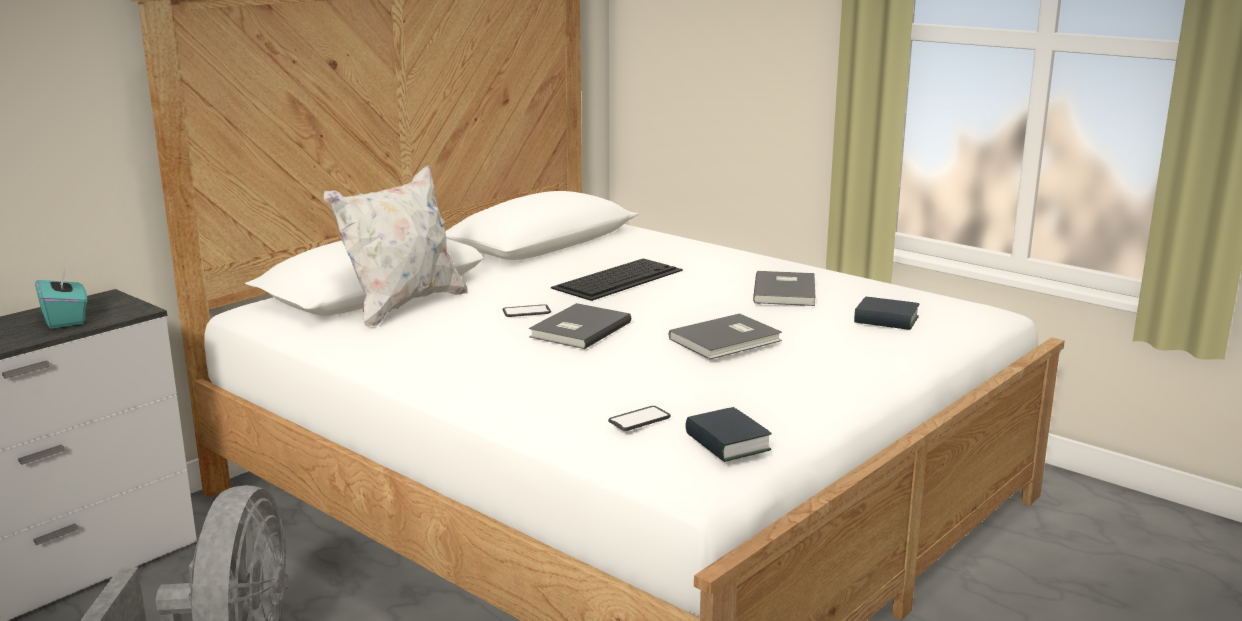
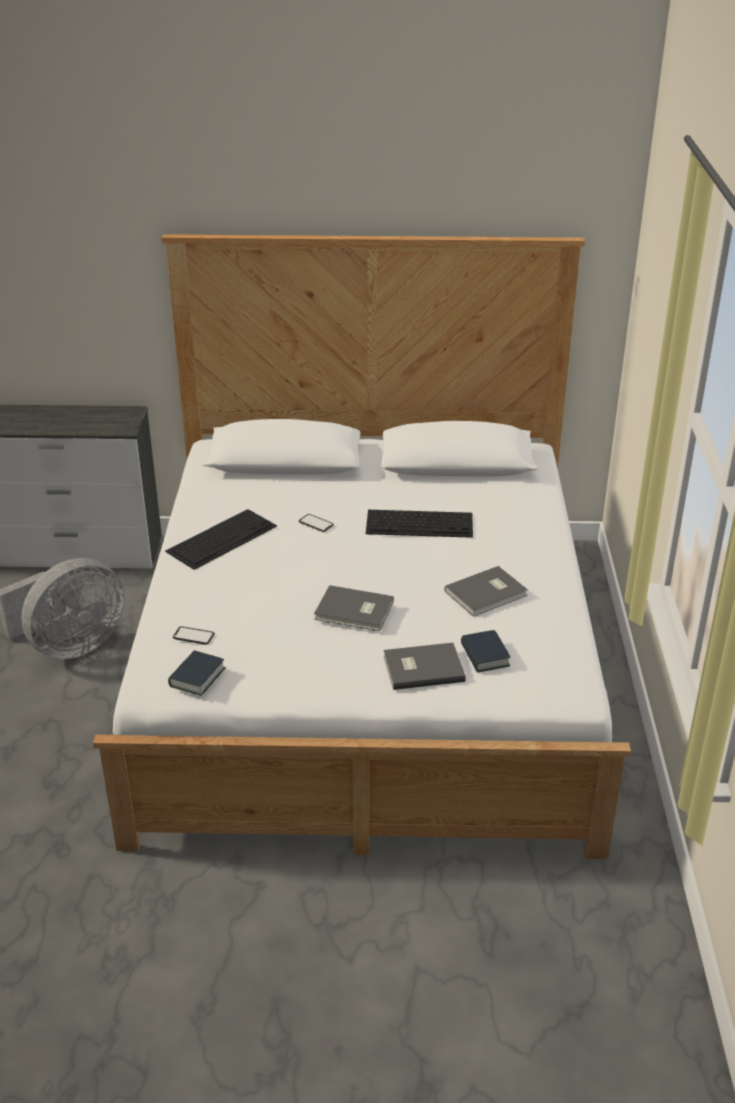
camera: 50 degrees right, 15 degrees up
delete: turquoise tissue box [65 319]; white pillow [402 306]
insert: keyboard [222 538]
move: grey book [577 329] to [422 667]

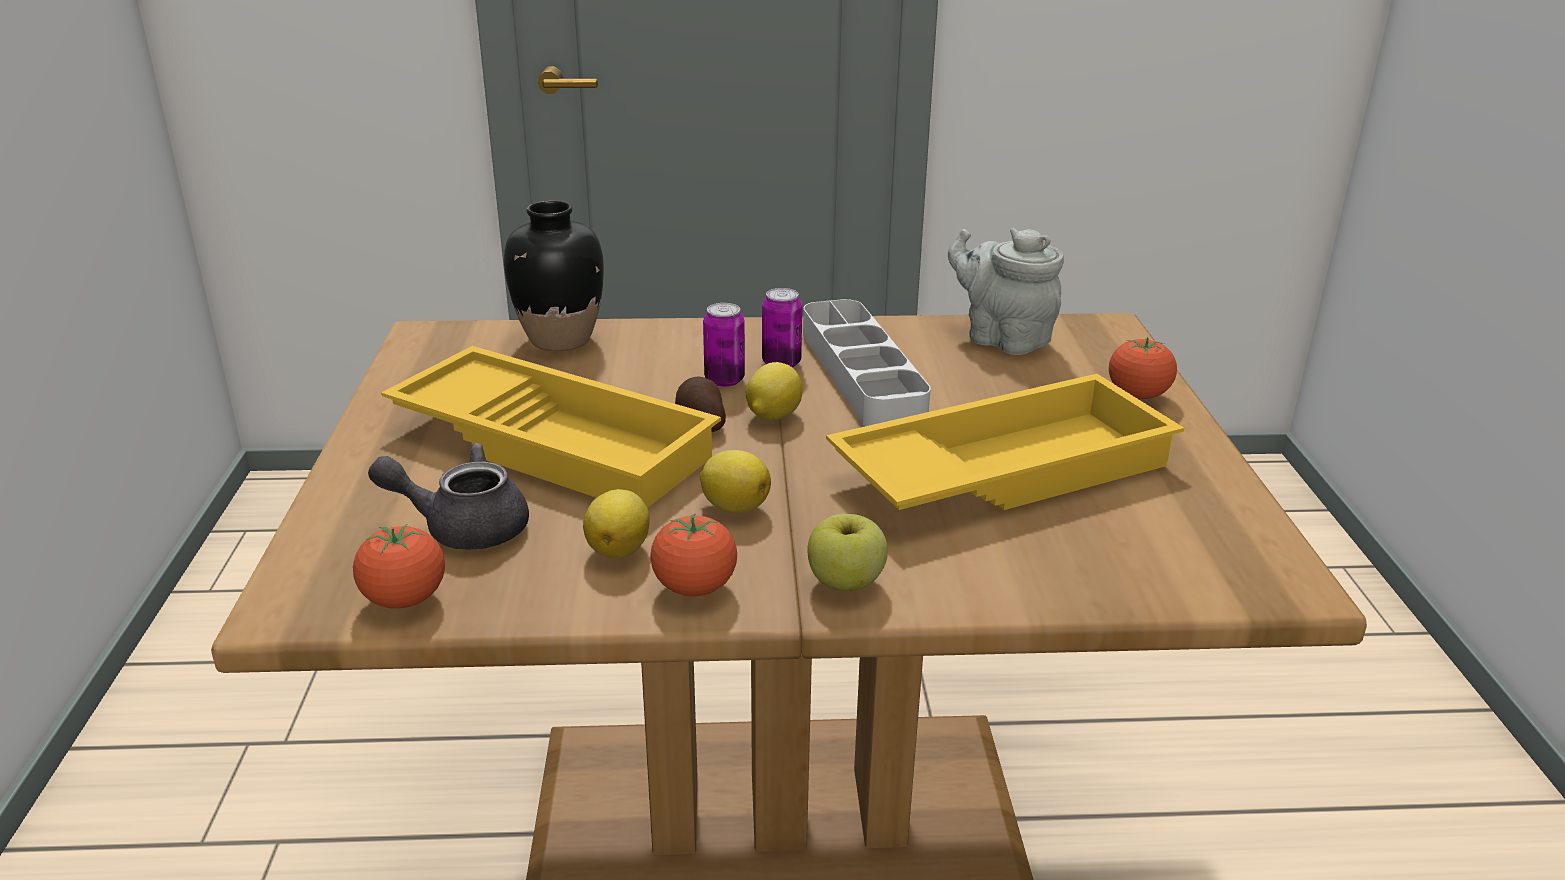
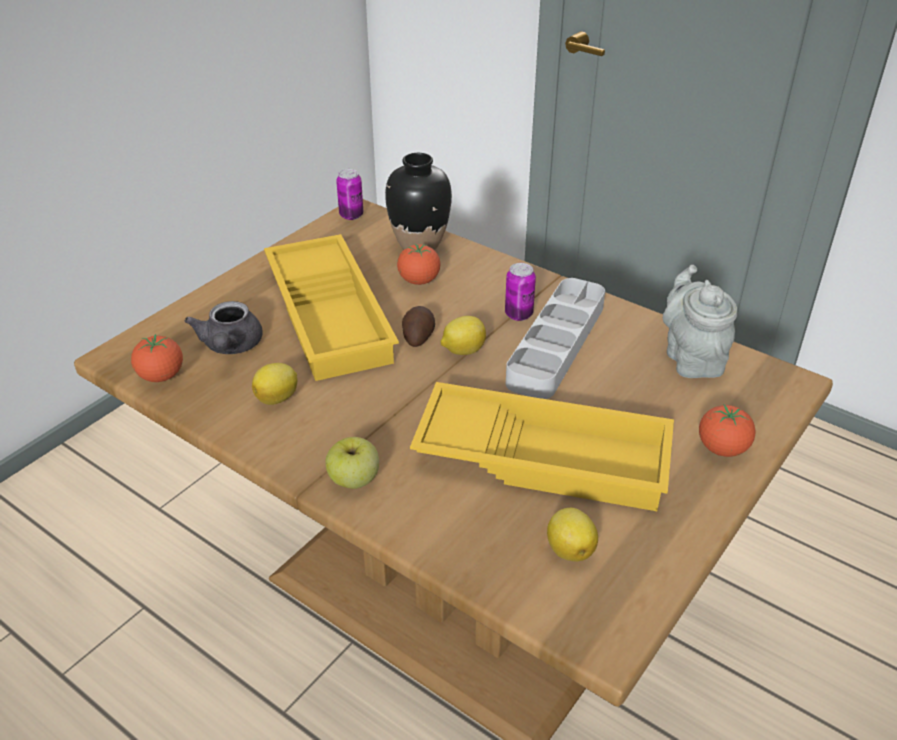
camera: 40 degrees right, 10 degrees up
move: tomato [694 588] to [419 281]; lemon [734 506] to [570 549]; can [724 380] to [351 215]
rotate: grey teapot [463 526] = [230 347] 135 degrees counterclockwise

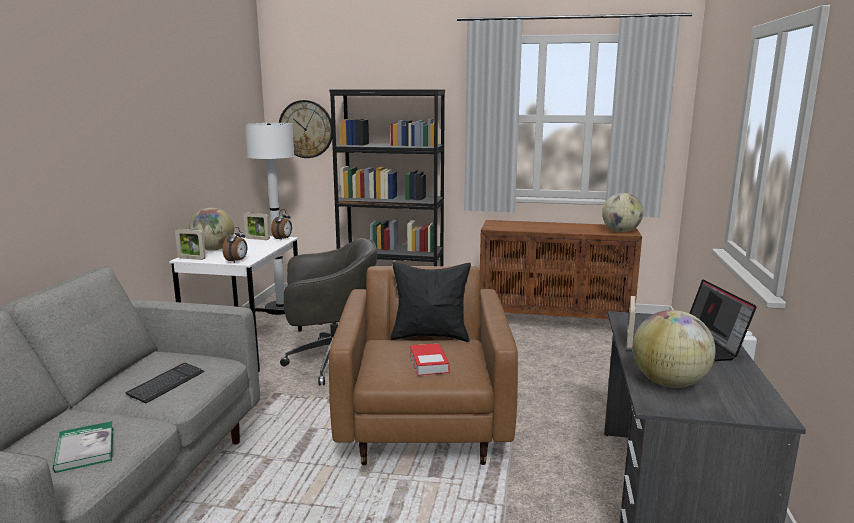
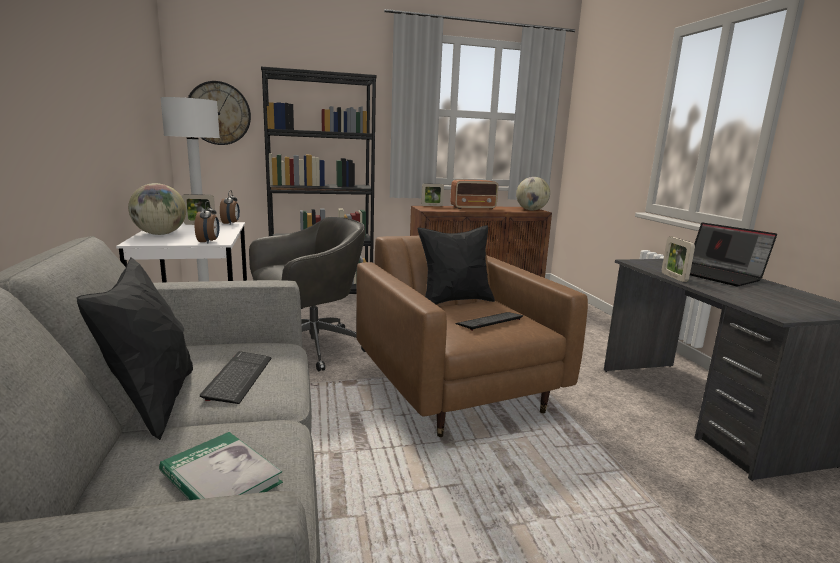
camera: 25 degrees left, 0 degrees up
delete: globe [669 383]
insert: black pillow [152 403]; radio [473 208]
move: picture frame [191 258] to [432 205]
replace: book [429 363] to keyboard [490 322]

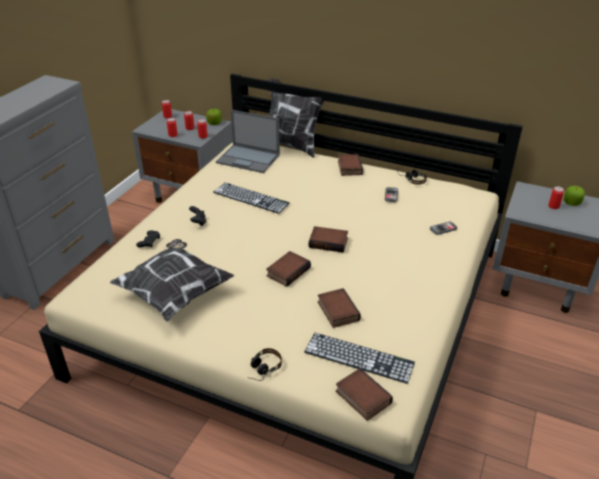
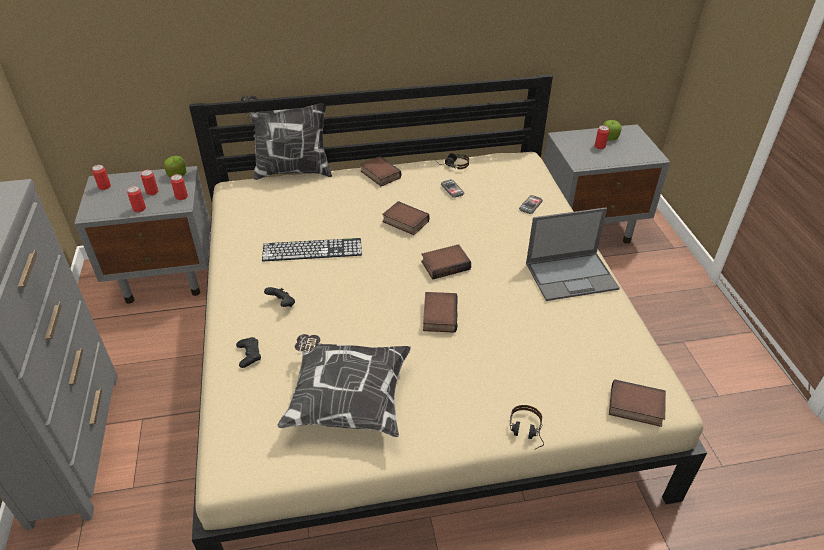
camera: 35 degrees left, 5 degrees up
delete: keyboard [359 357]
move: laptop [249 159] to [572 276]; book [336 311] to [404 222]

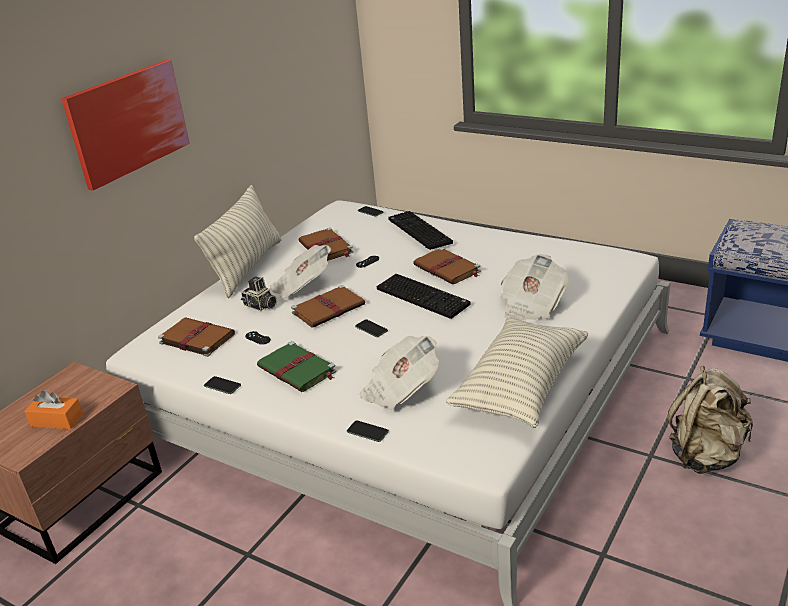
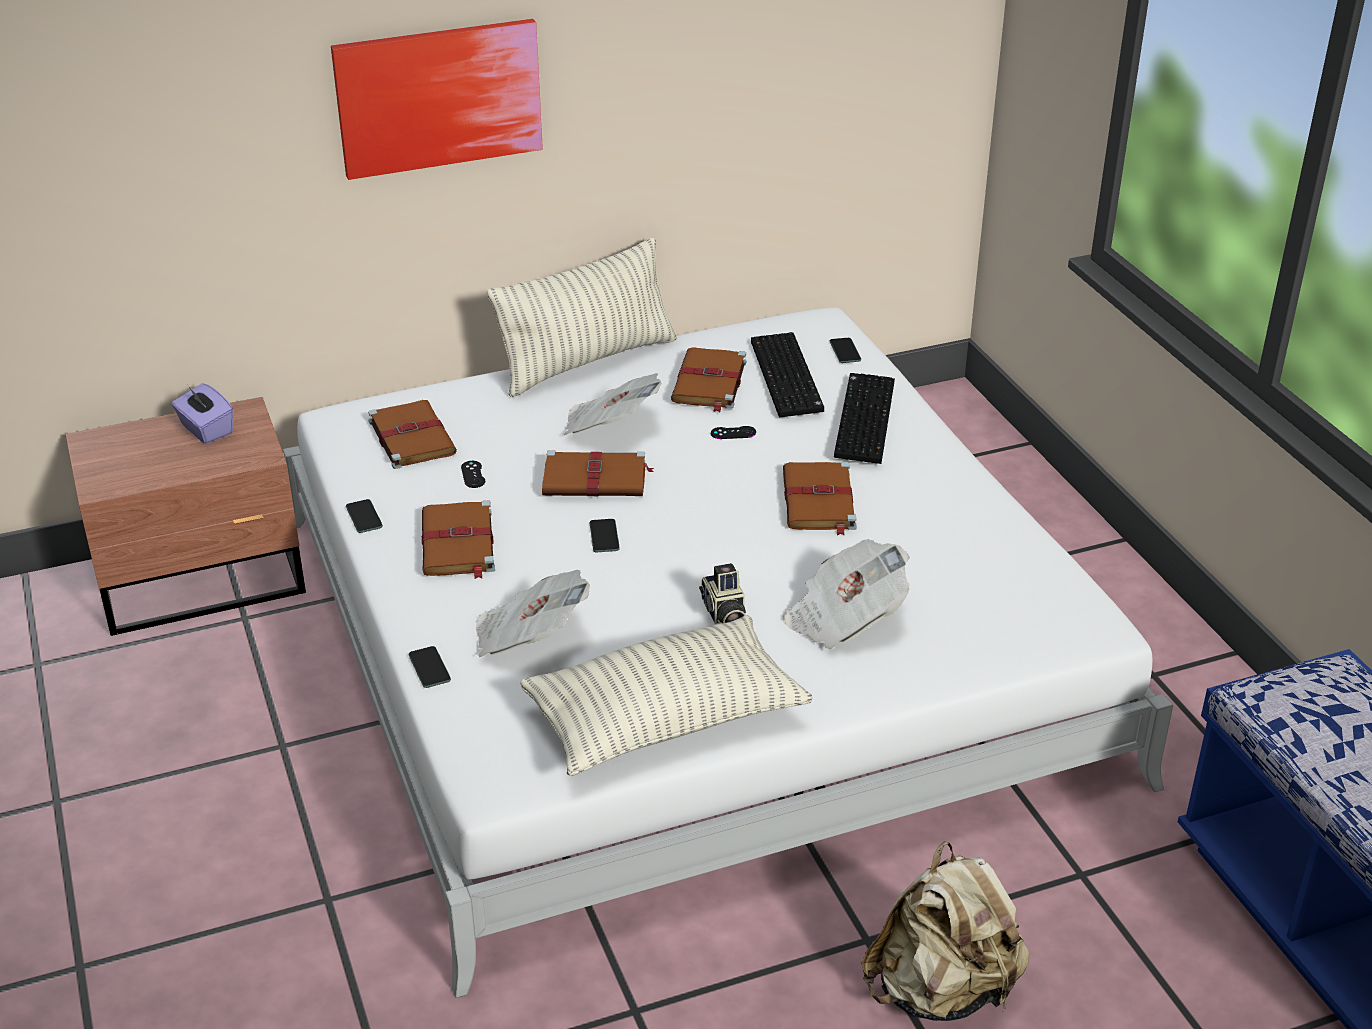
camera: 35 degrees right, 5 degrees up
delete: orange tissue box [57 420]
insert: purple tissue box [206 430]
move: photo camera [260 306] to [723 614]; keyboard [424 297] to [789 377]
recolor: green book [298 370] to brown book [458 544]

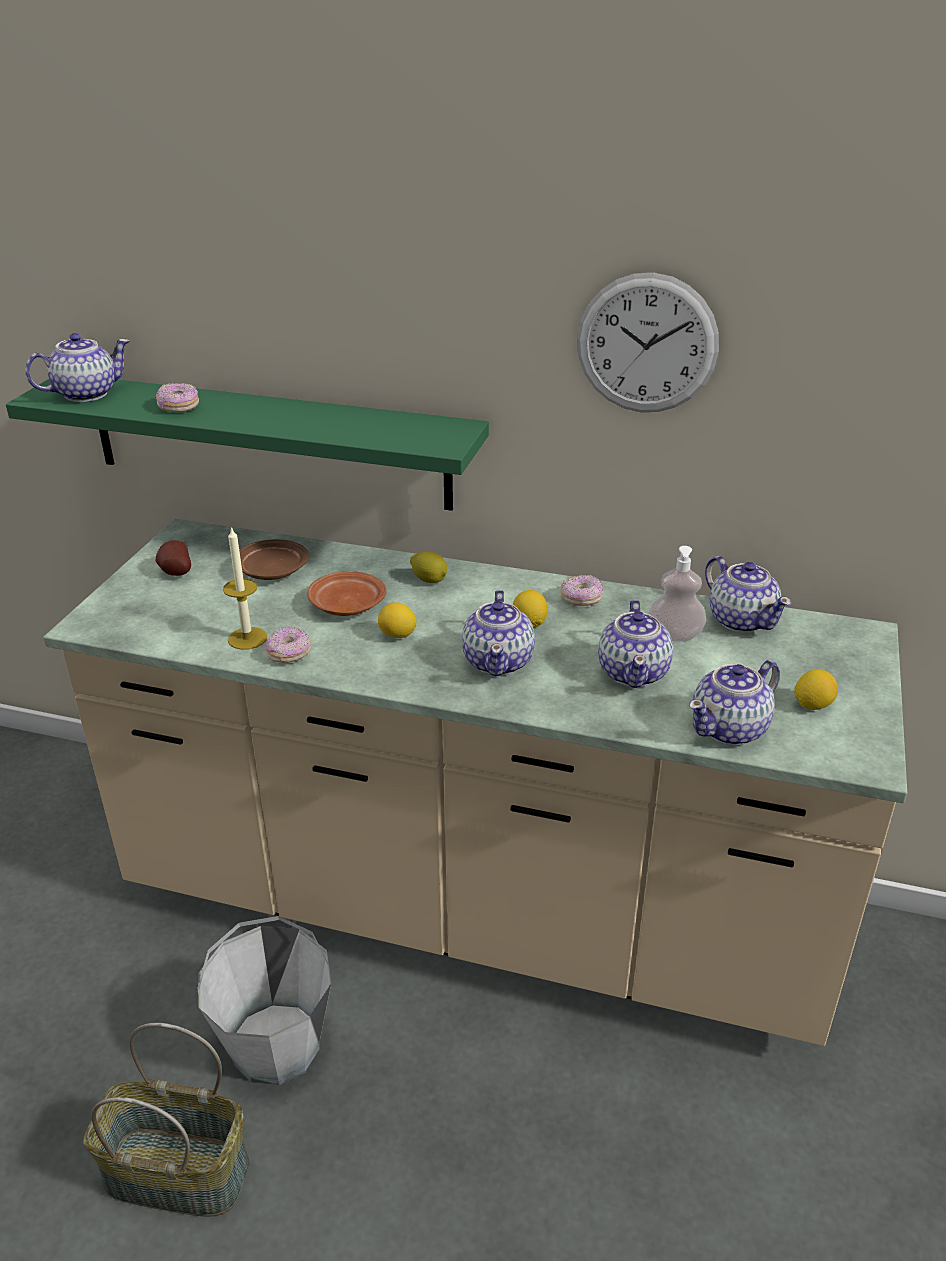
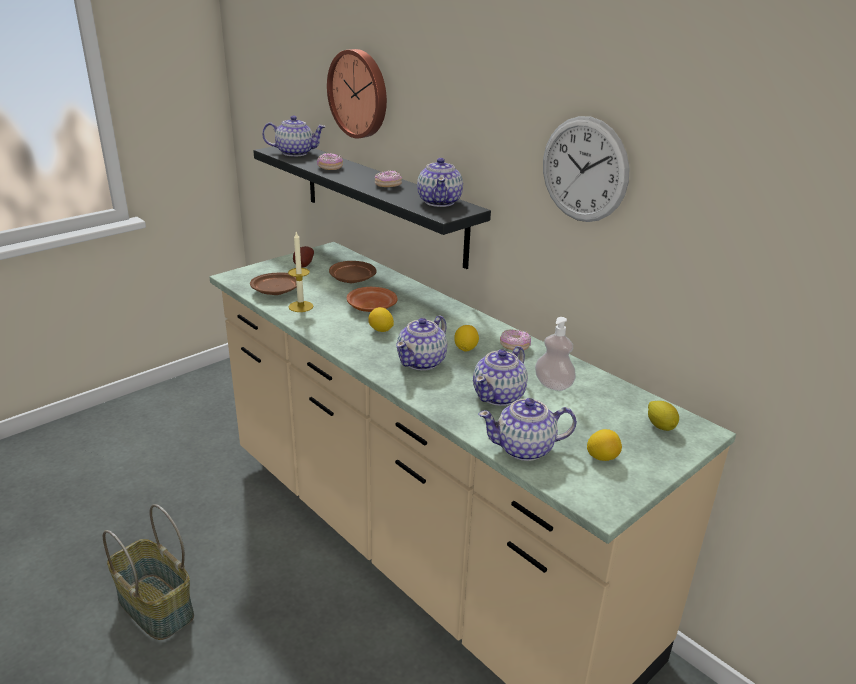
camera: 30 degrees right, 5 degrees down
delete: grey bucket [276 1044]
insert: brown plate [277 291]; wall clock [360 94]
move: donut [289 654] to [388 186]; lemon [429 580] to [660 426]; teapot [741 620] to [440 202]
recolor: green shelf [268 441] to black shelf [382 202]

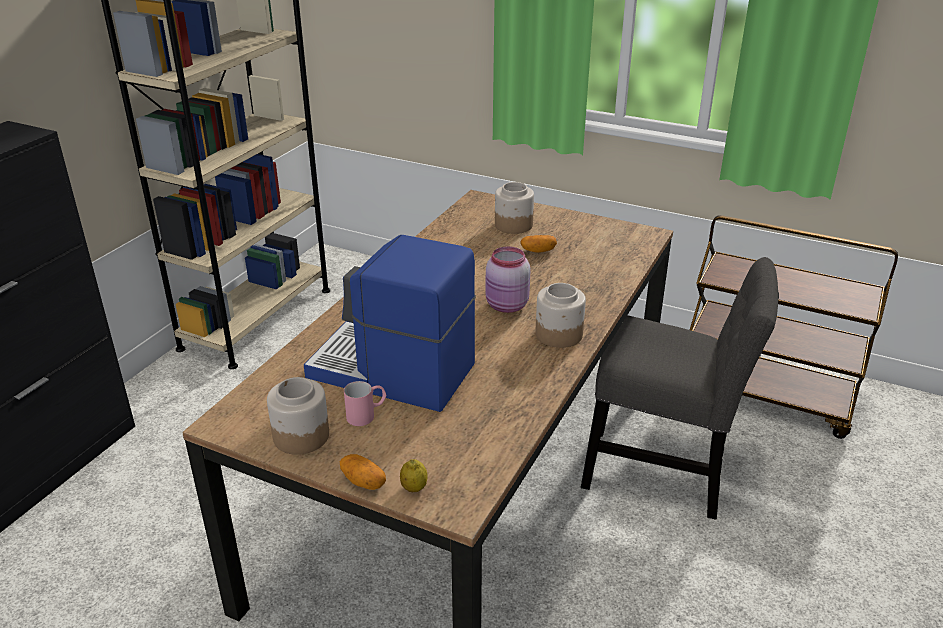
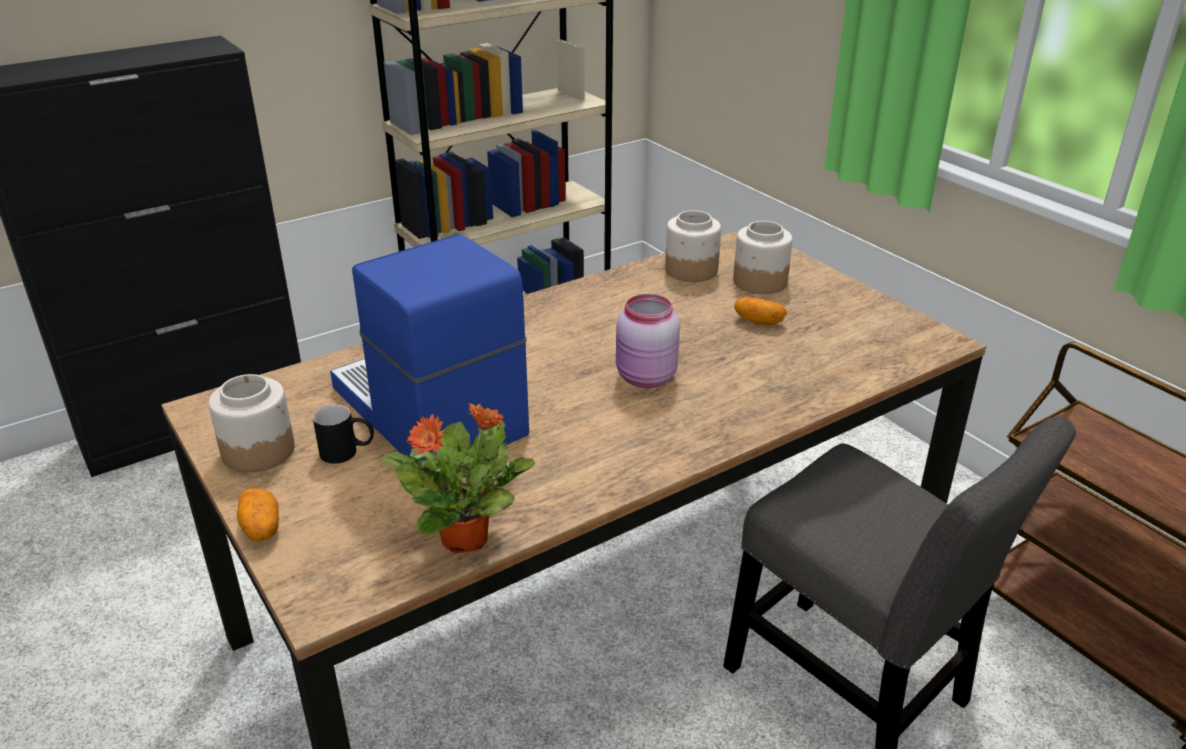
camera: 30 degrees right, 0 degrees up
delete: lemon [414 488]
insert: potted plant [467 538]
move: jar [558 335] to [690 270]
recolor: pink mug [367 415] to black mug [348 452]

